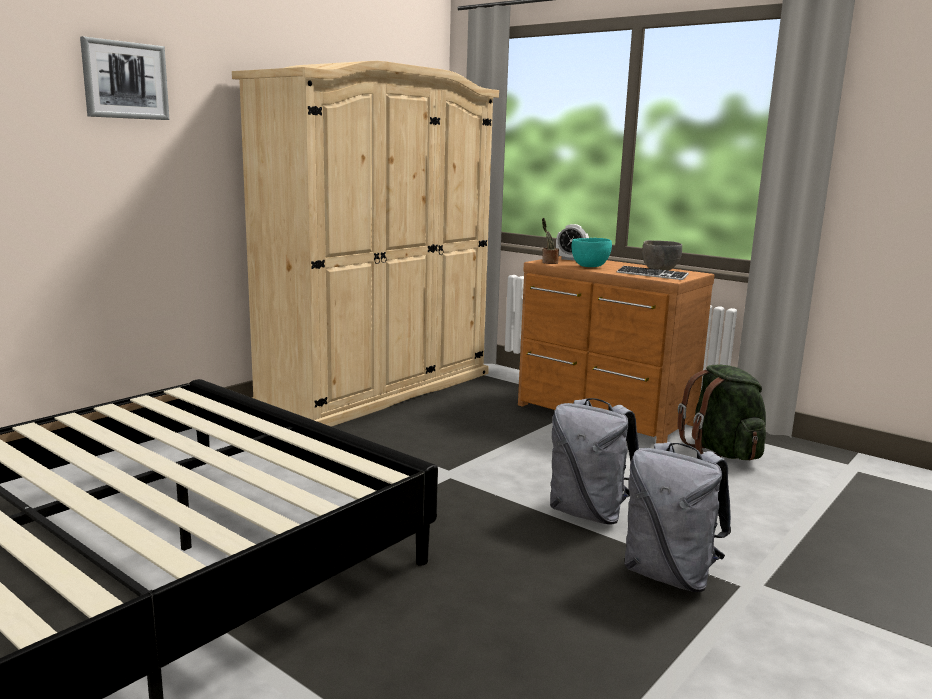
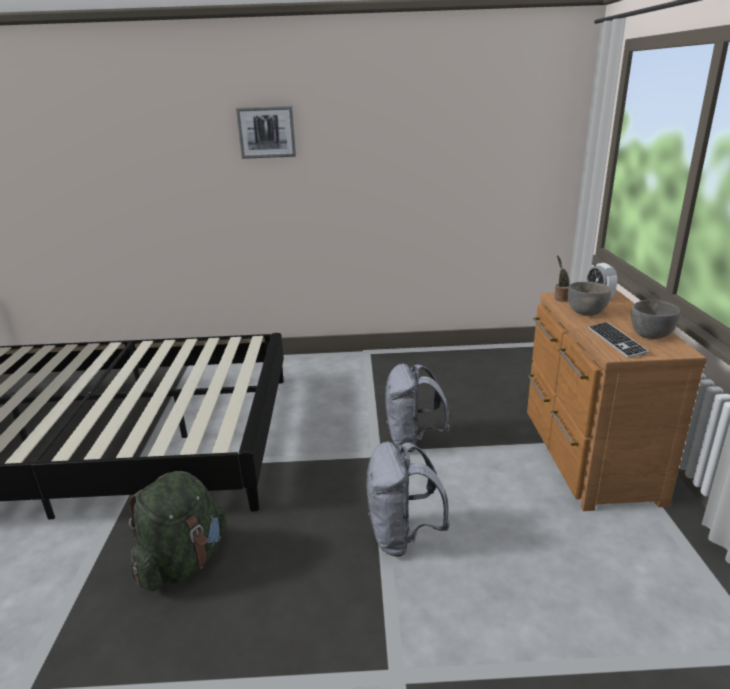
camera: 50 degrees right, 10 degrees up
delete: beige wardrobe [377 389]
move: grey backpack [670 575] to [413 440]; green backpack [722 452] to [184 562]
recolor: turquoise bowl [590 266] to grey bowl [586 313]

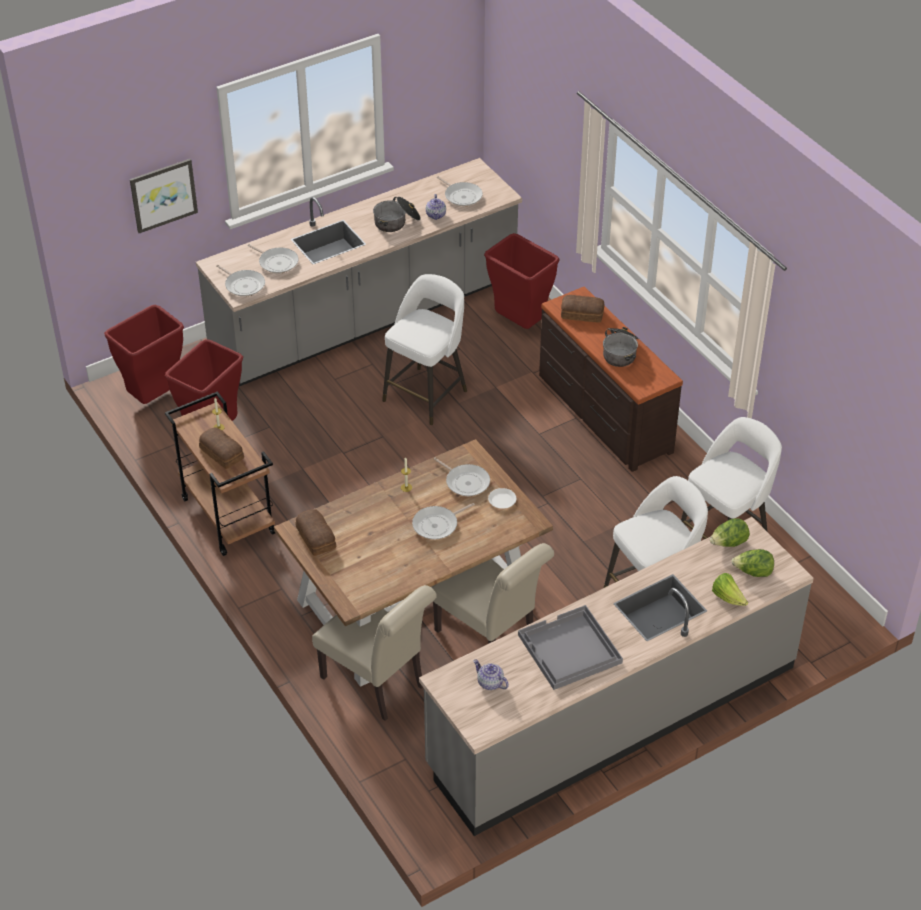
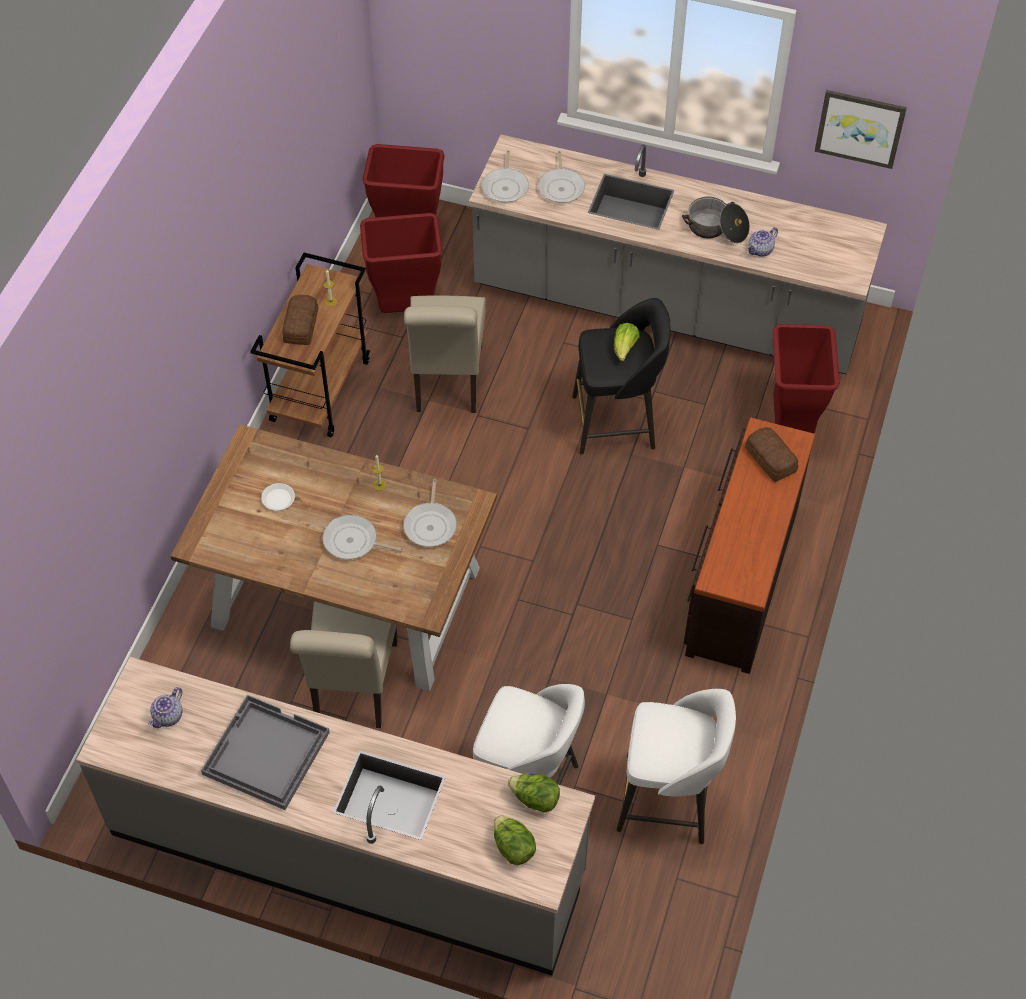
camera: 50 degrees right, 10 degrees up
delete: bread [316 537]; frying pan [462 196]; cooking pot [620 352]
move: picture [163 195] to [860 128]; beige chair [378 684] to [447 383]; white plate [502 500] to [278 499]; lettuce [728 598] to [624 349]
recolor: white stool [426 394] to black stool [616 422]
rotate: teapot [490 683] = [168 716] 150 degrees counterclockwise

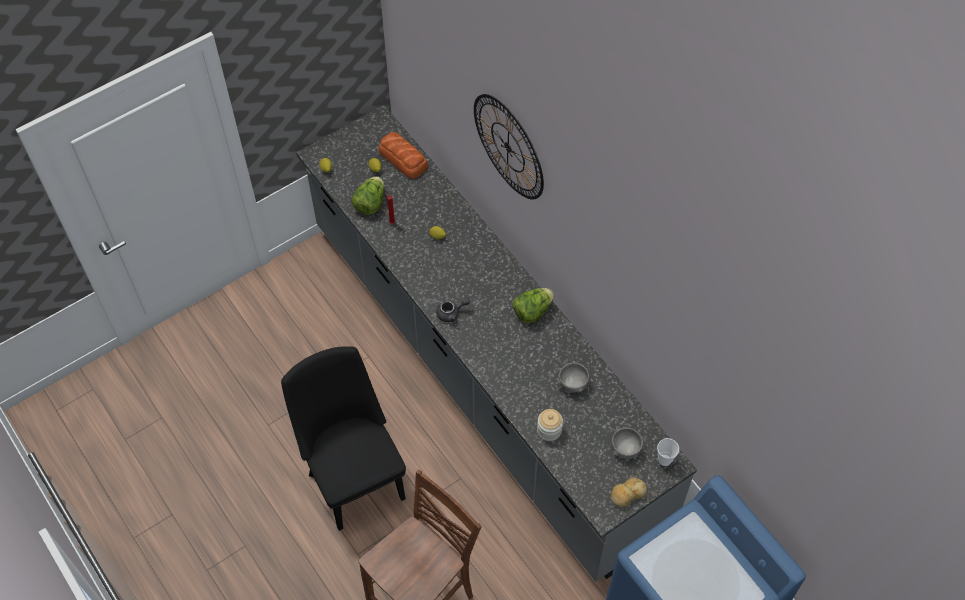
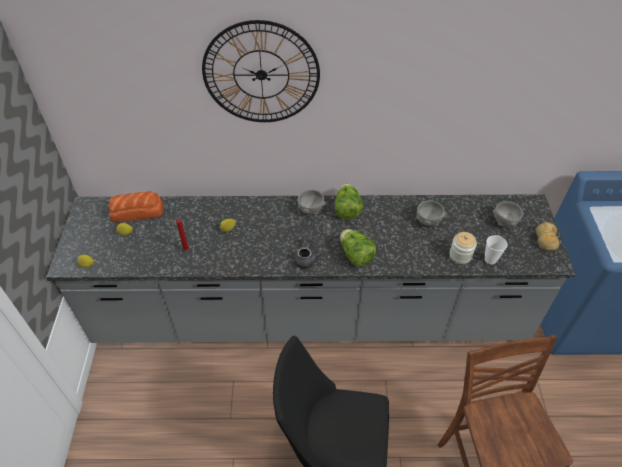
camera: 55 degrees left, 10 degrees down
insert: grey bowl [311 209]
move: lettuce [370 203] to [355 255]; cup [664 460] to [490 259]

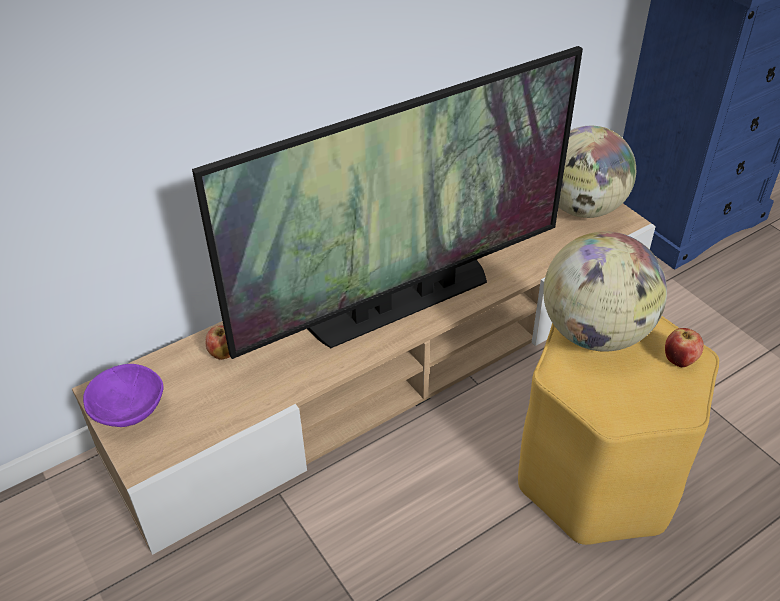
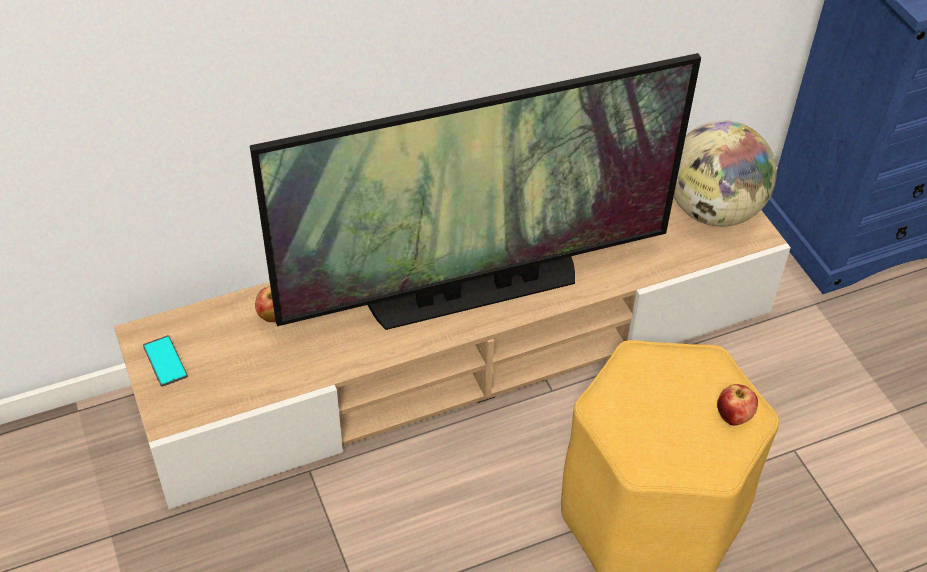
camera: 10 degrees right, 5 degrees up
delete: globe [595 333]
replace: purple bowl [128 411] to phone [165 361]

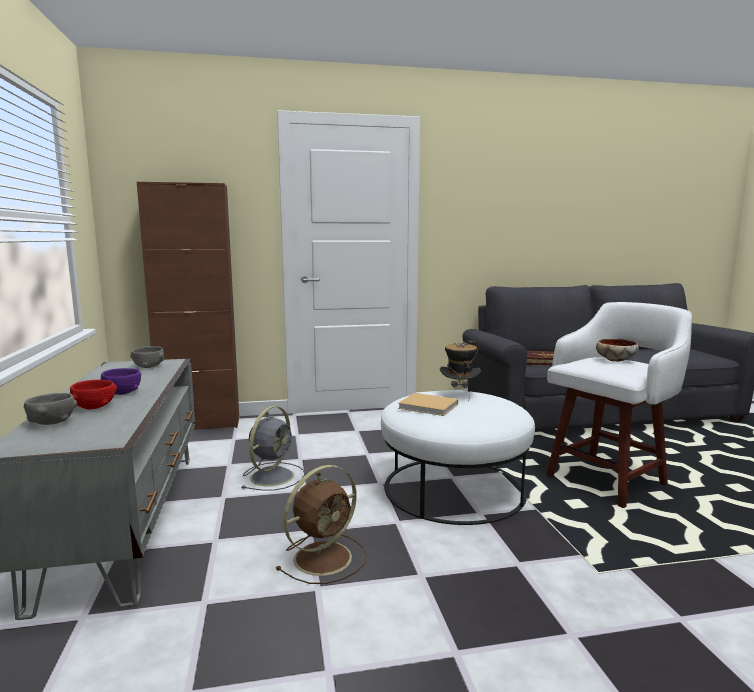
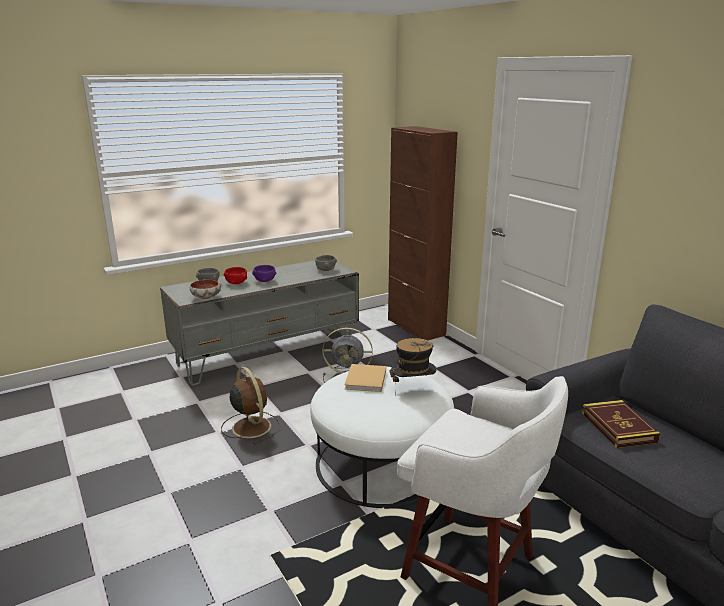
camera: 70 degrees right, 10 degrees up
move: bowl [615 360] to [206 297]
rotate: brown fan [325 557] = [251 426] 150 degrees counterclockwise

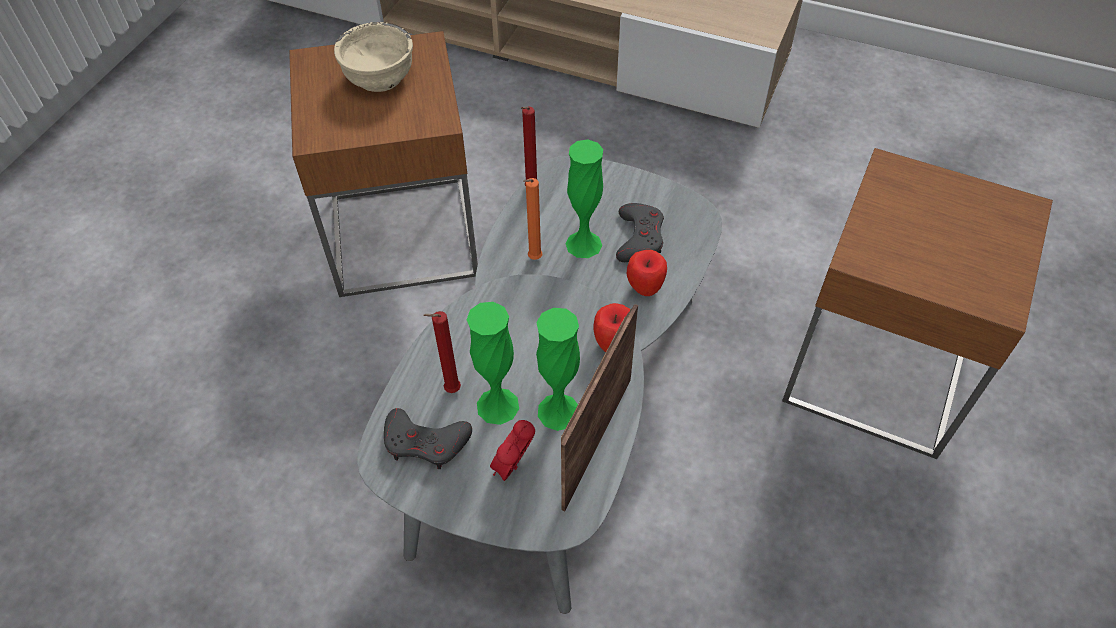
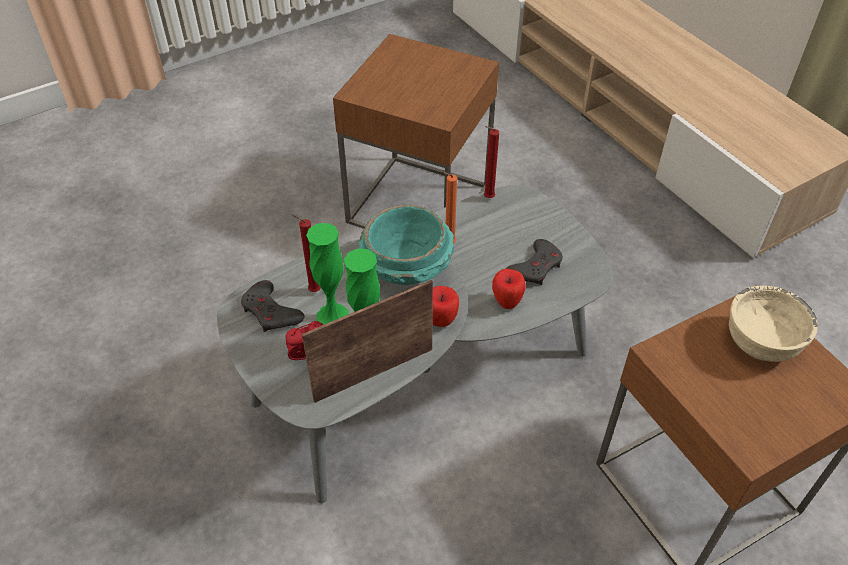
camera: 35 degrees right, 5 degrees down
delete: green vase [583 244]
insert: turquoise bowl [407 269]
move: beige bowl [380 78] to [761 343]

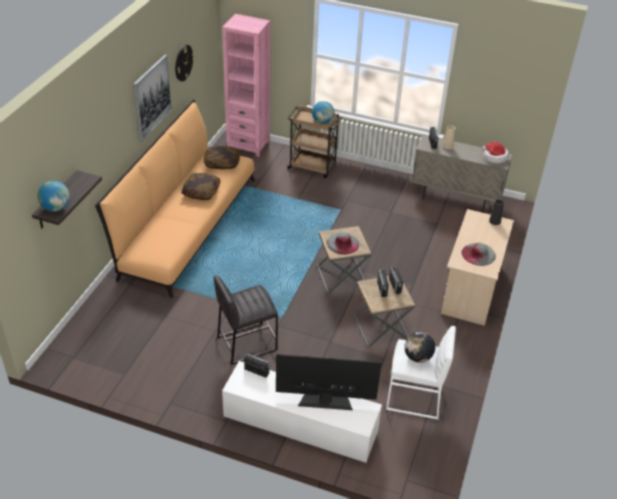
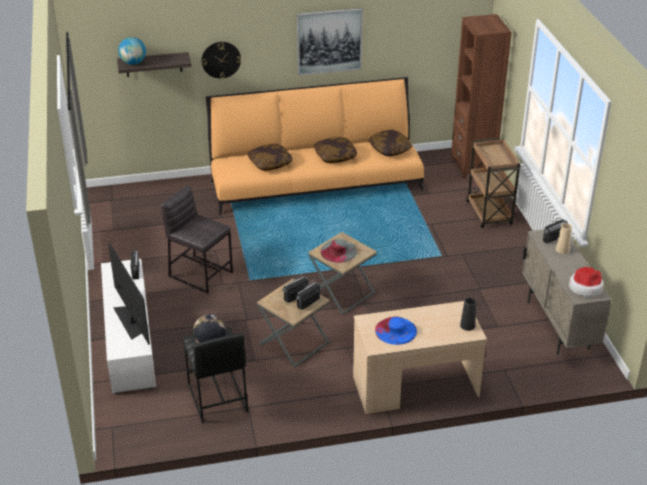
camera: 60 degrees right, 5 degrees down
delete: globe [322 122]
insert: pillow [270 163]
move: wall clock [183 63] to [221 59]
recolor: pink bookcase [248 145] to brown bookcase [473 166]; white stool [414 398] to black stool [217 398]; grey hat [478 254] to blue hat [395 330]

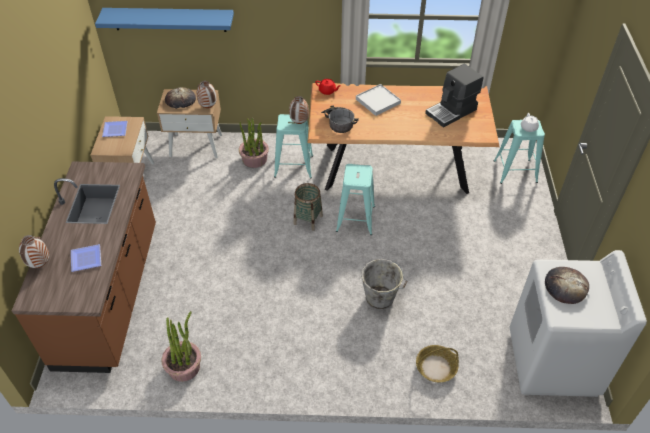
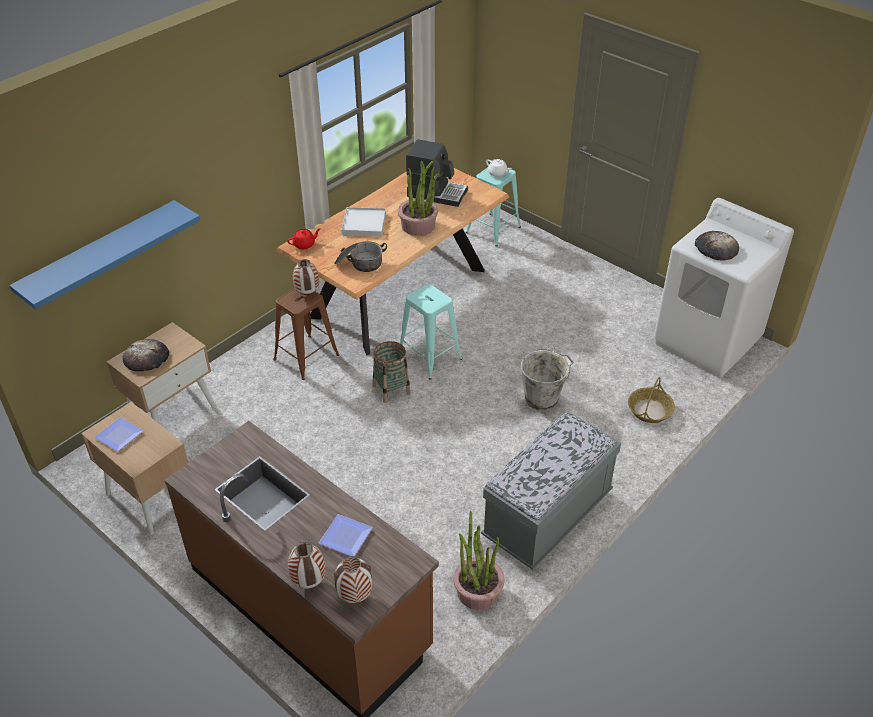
camera: 50 degrees left, 5 degrees down
insert: grey bench [547 516]
move: vase [208 107] to [355 596]; potted plant [254 159] to [418 226]
recolor: turquoise stool [293 166] to brown stool [306 357]
rotate: coffee machine [452 112] = [436 193] 75 degrees counterclockwise

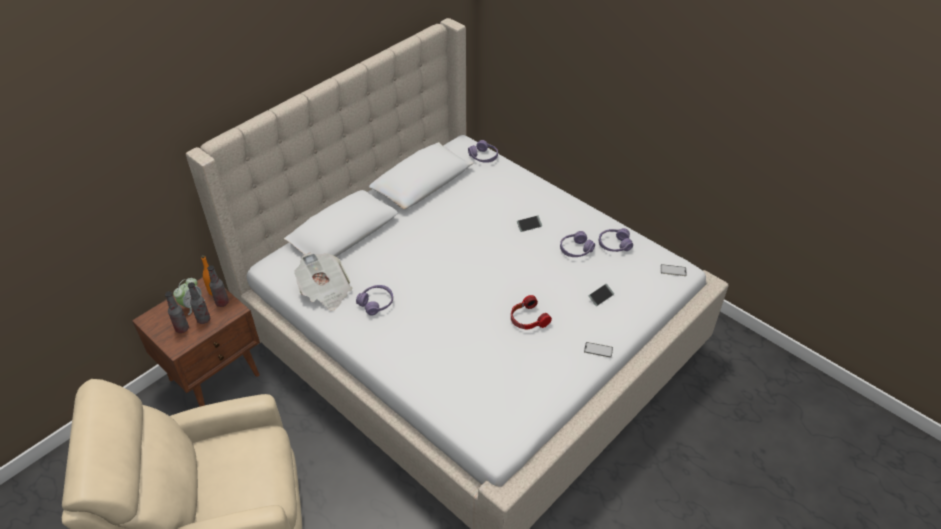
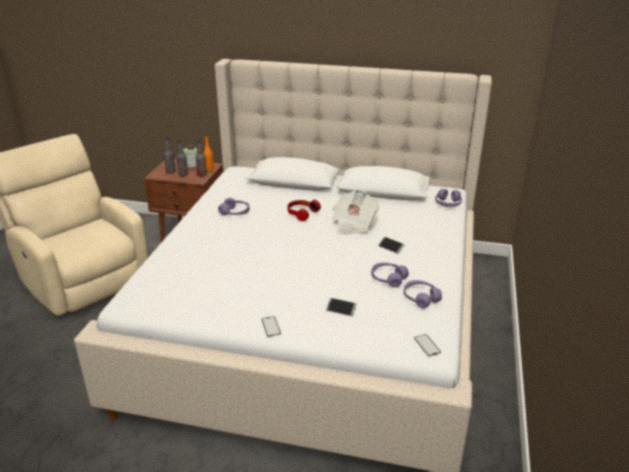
camera: 60 degrees right, 15 degrees down
move: newspaper [325 291] to [353 224]; headphones [527 319] to [301 213]

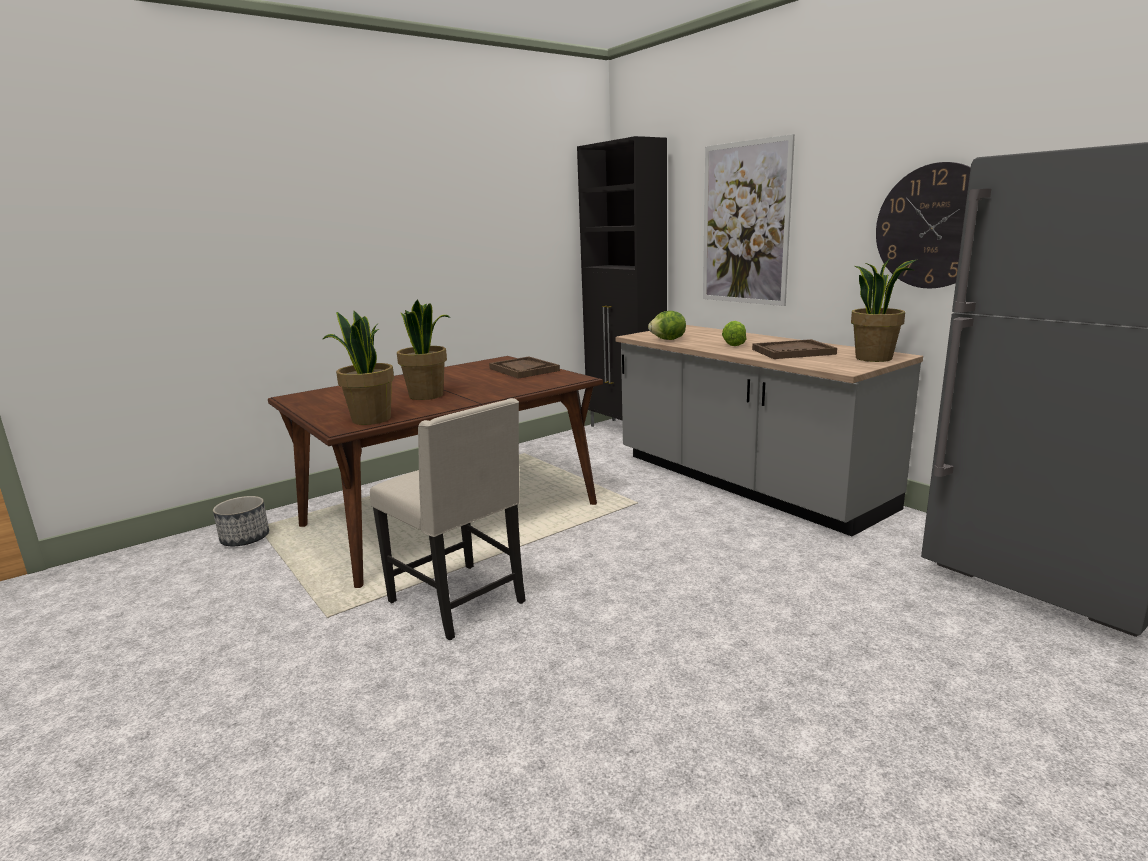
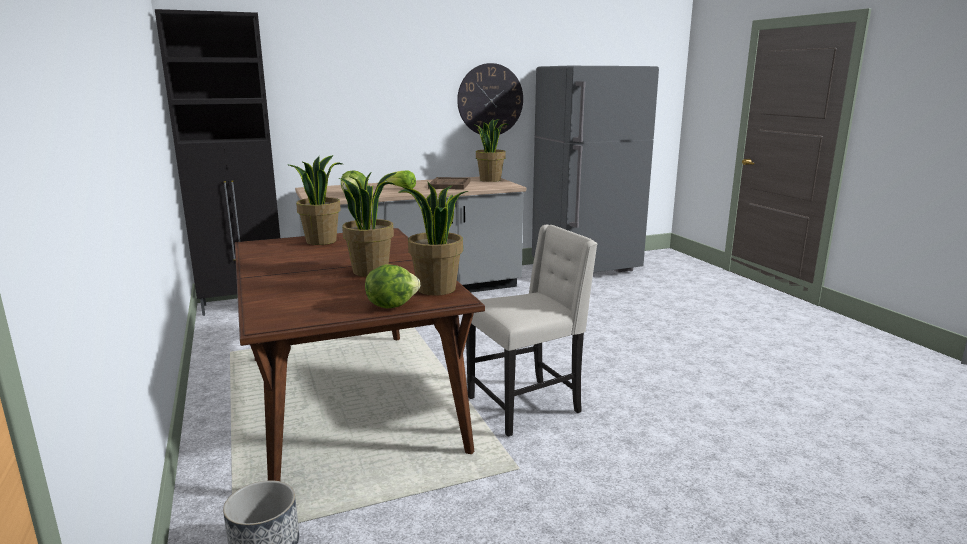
camera: 75 degrees left, 0 degrees up
delete: picture [745 224]
insert: lettuce [391 305]
replace: brown tray [523 369] to potted plant [321 241]

